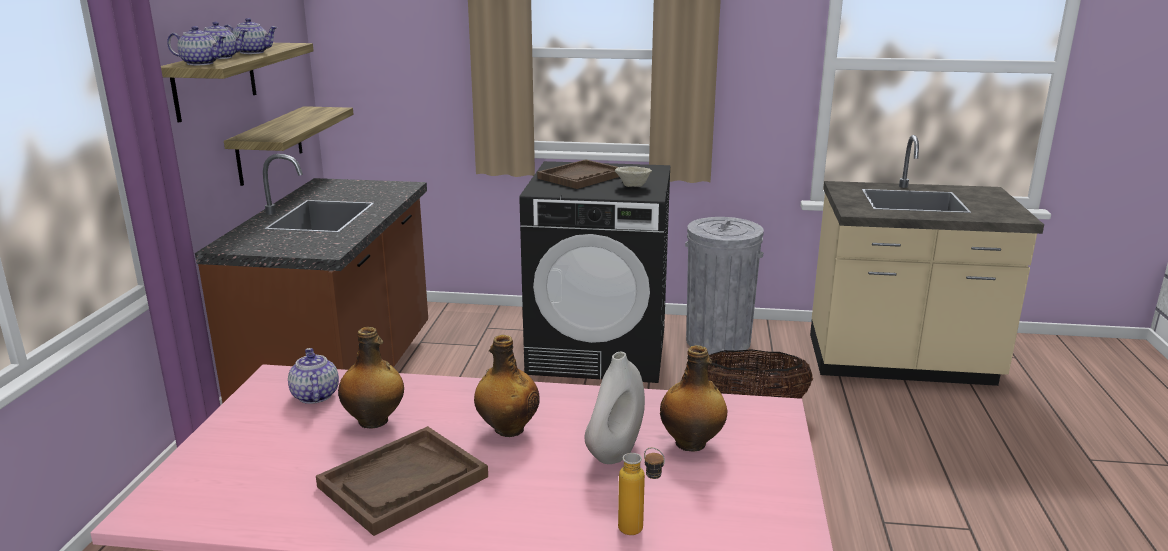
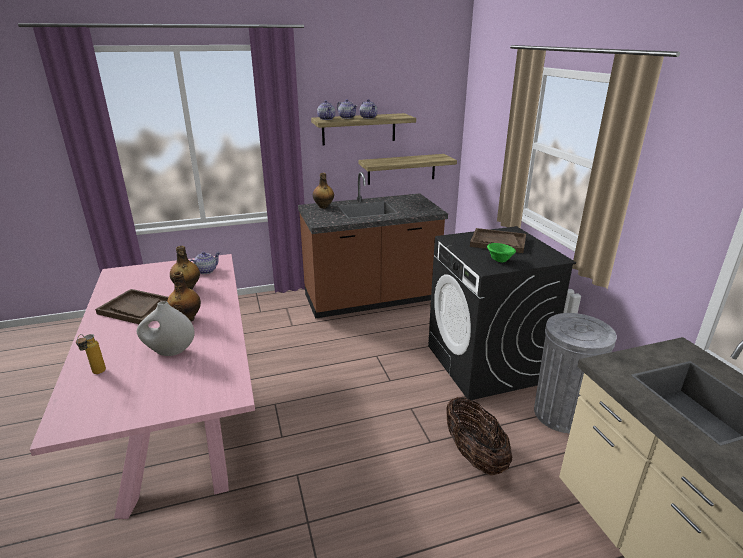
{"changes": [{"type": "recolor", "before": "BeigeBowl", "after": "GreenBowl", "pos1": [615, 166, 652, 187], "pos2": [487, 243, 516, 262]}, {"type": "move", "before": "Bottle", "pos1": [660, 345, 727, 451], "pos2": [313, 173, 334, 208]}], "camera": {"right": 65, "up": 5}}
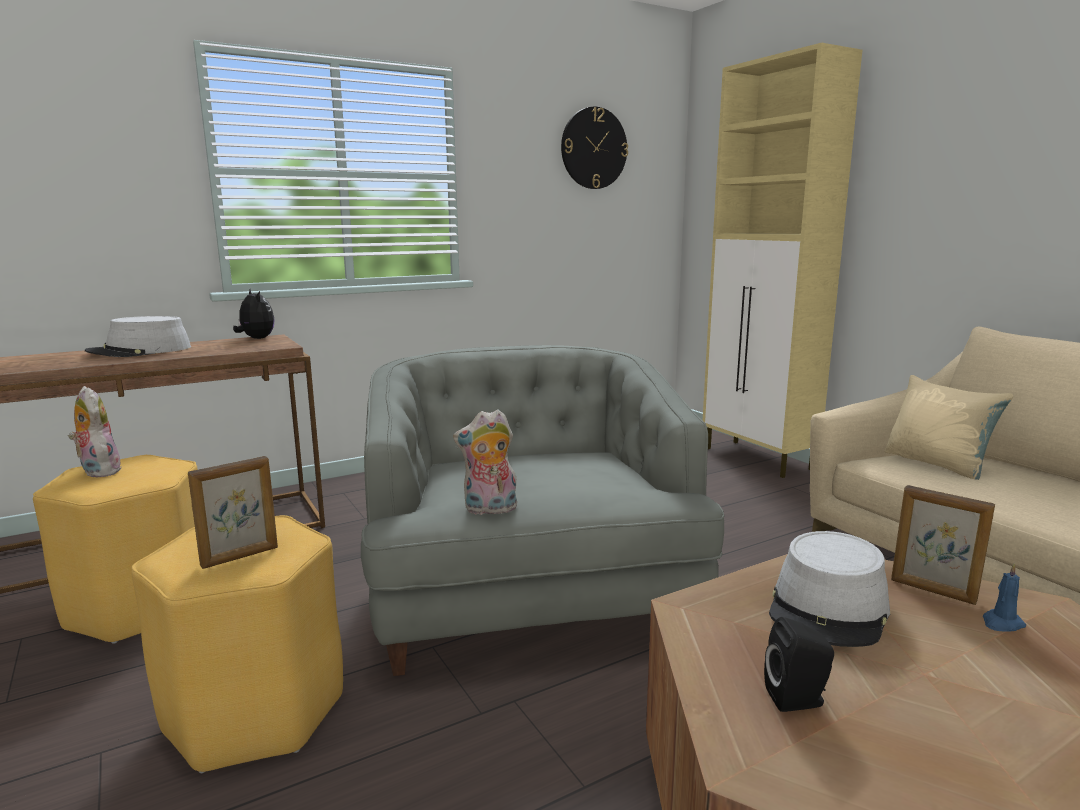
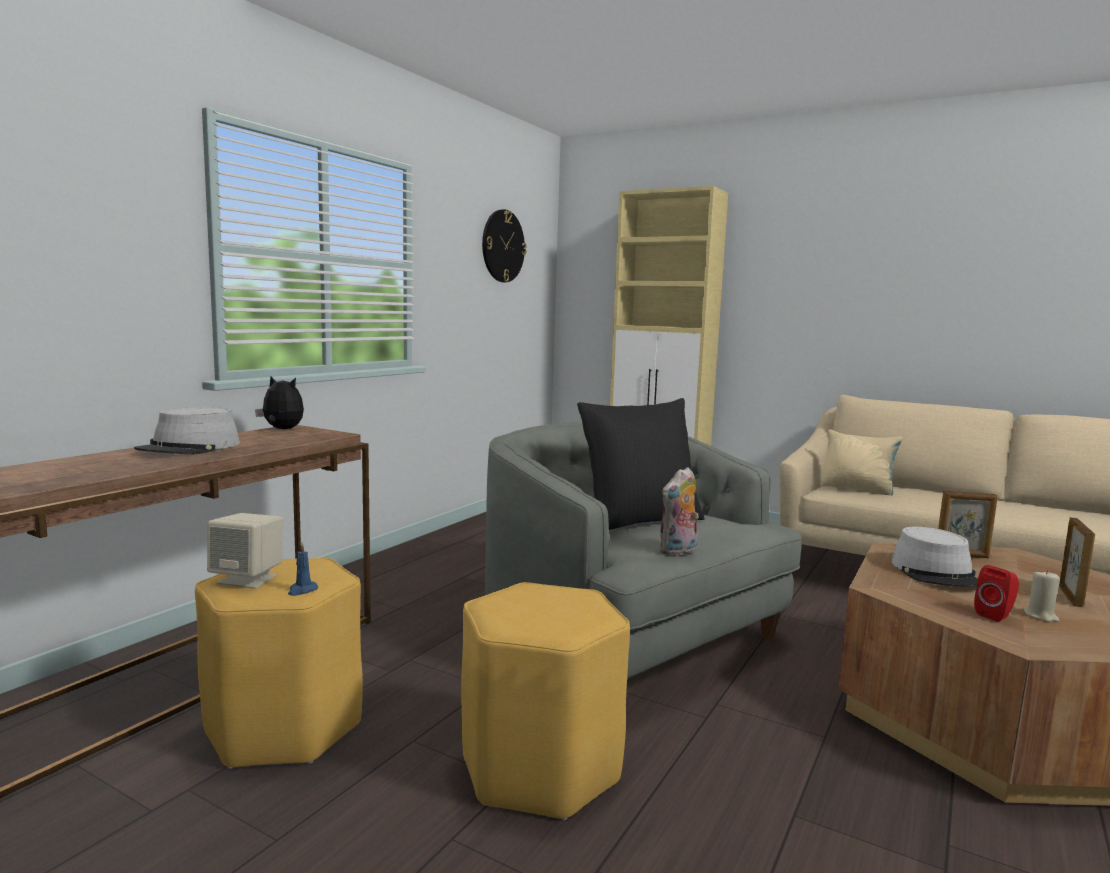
{"changes": [{"type": "replace", "before": "PlushToy", "after": "BeigeSpeaker", "pos1": [68, 386, 121, 478], "pos2": [207, 513, 283, 589]}, {"type": "move", "before": "PictureFrame", "pos1": [188, 456, 278, 569], "pos2": [1059, 517, 1095, 607]}, {"type": "move", "before": "BlueCandle", "pos1": [983, 563, 1026, 631], "pos2": [288, 542, 318, 596]}, {"type": "recolor", "before": "BlackSpeaker", "after": "RedSpeaker", "pos1": [764, 617, 834, 712], "pos2": [974, 565, 1019, 622]}, {"type": "insert", "after": "BlackPillow", "pos2": [577, 398, 705, 530]}, {"type": "insert", "after": "BeigeCandle", "pos2": [1024, 570, 1060, 622]}], "camera": {"right": -30, "up": -5}}
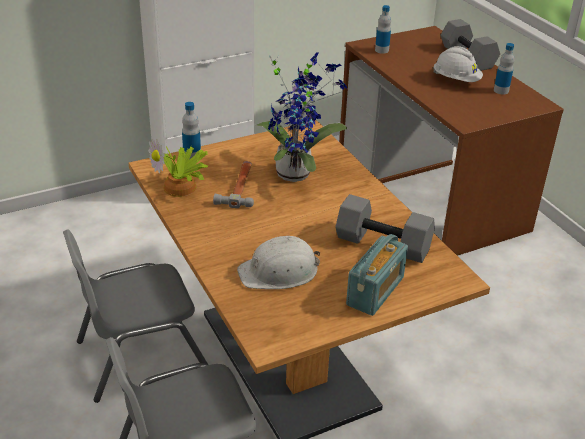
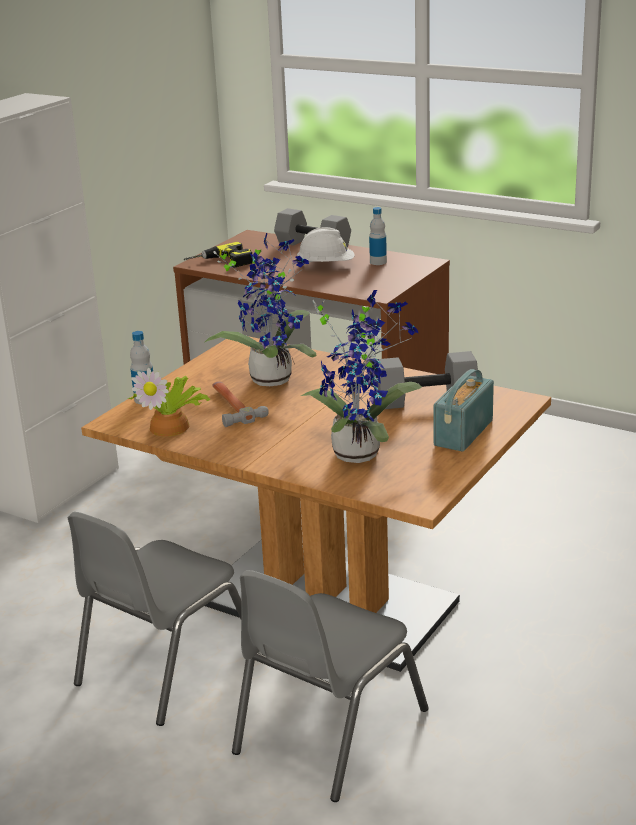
{"changes": [{"type": "replace", "before": "Bottle", "after": "PowerDrill", "pos1": [375, 5, 391, 54], "pos2": [183, 242, 253, 268]}, {"type": "rotate", "before": "Radio", "pos1": [346, 234, 408, 316], "pos2": [434, 369, 494, 452], "turn": -150}, {"type": "replace", "before": "WhiteHardHat", "after": "PottedPlant", "pos1": [237, 236, 320, 289], "pos2": [301, 290, 422, 463]}], "camera": {"right": -30, "up": -10}}
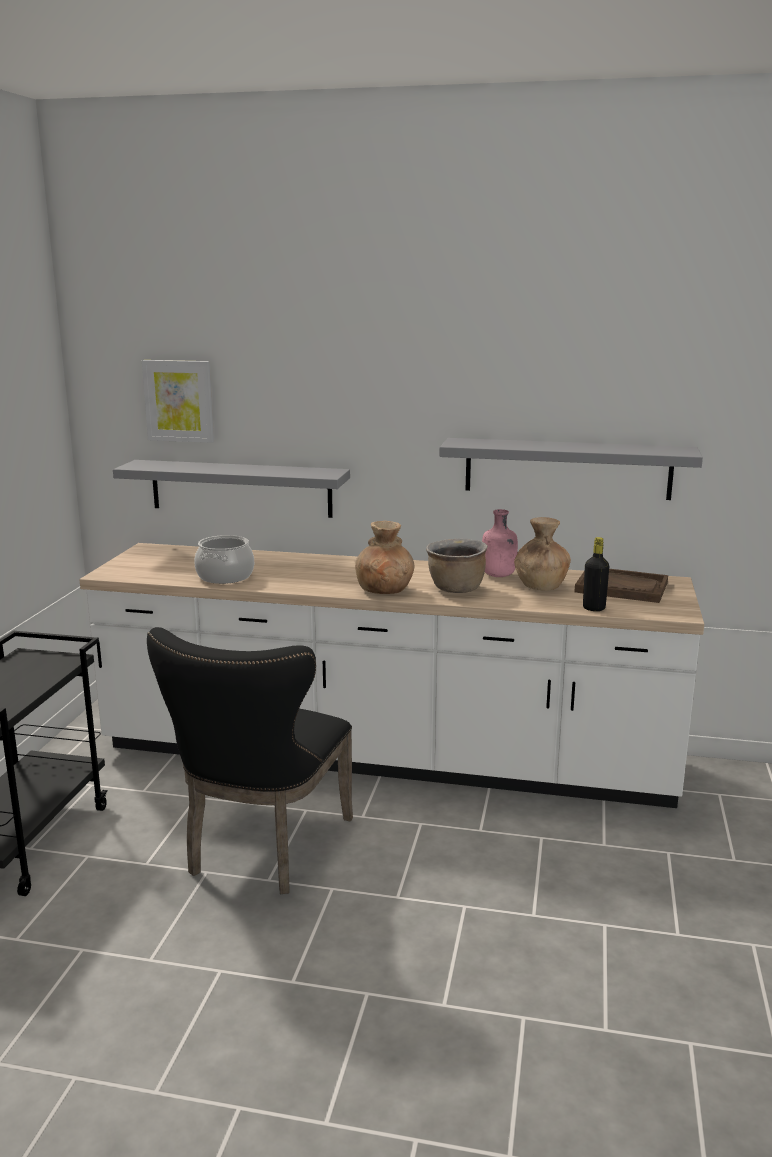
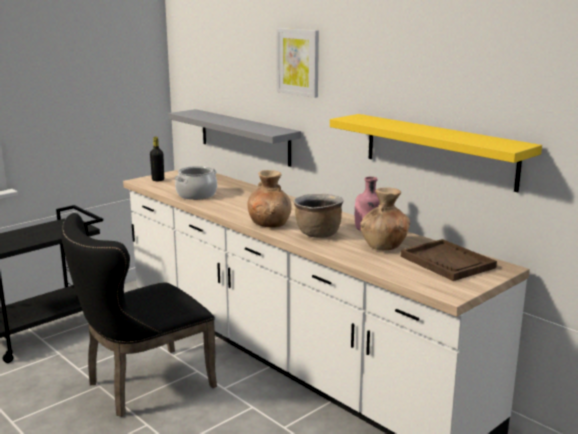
{"changes": [{"type": "move", "before": "Picture", "pos1": [142, 360, 214, 443], "pos2": [276, 28, 319, 98]}, {"type": "recolor", "before": "GreyShelf", "after": "YellowShelf", "pos1": [439, 438, 703, 500], "pos2": [330, 114, 542, 192]}, {"type": "move", "before": "BlackBottle", "pos1": [583, 537, 609, 611], "pos2": [150, 137, 164, 181]}], "camera": {"right": 35, "up": 0}}
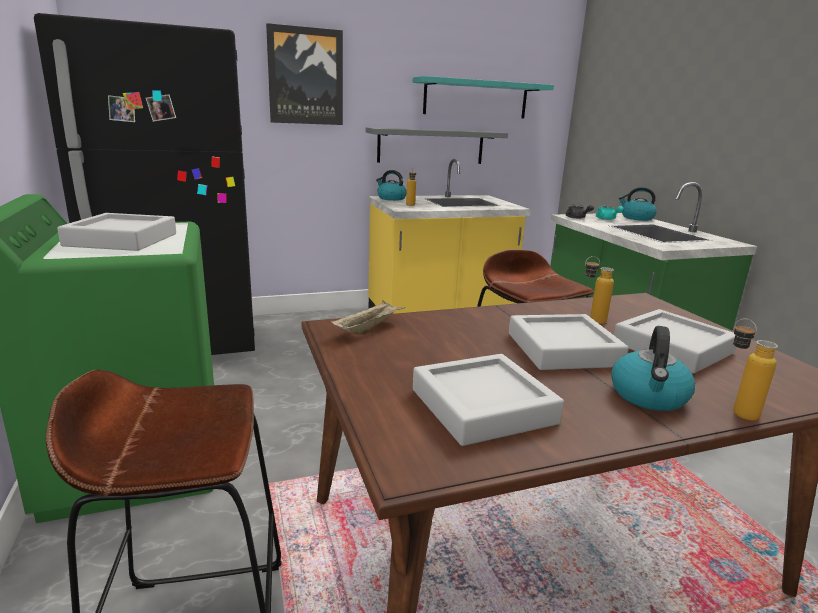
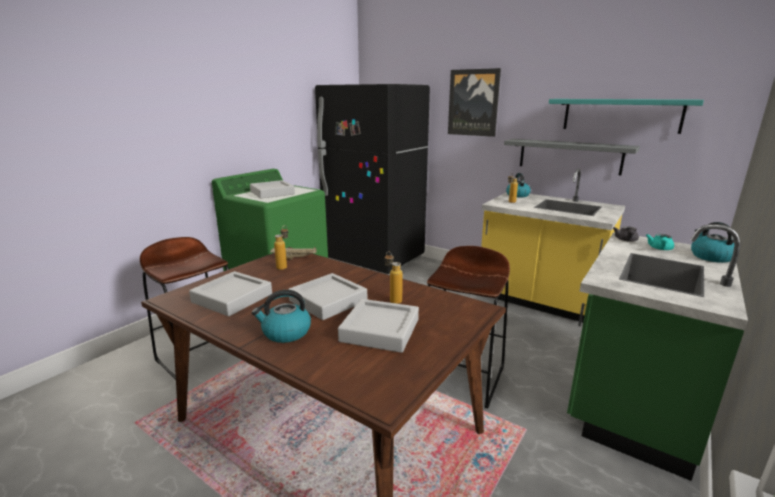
{"changes": [{"type": "move", "before": "Bottle", "pos1": [733, 318, 778, 421], "pos2": [274, 225, 288, 270]}], "camera": {"right": 55, "up": 0}}
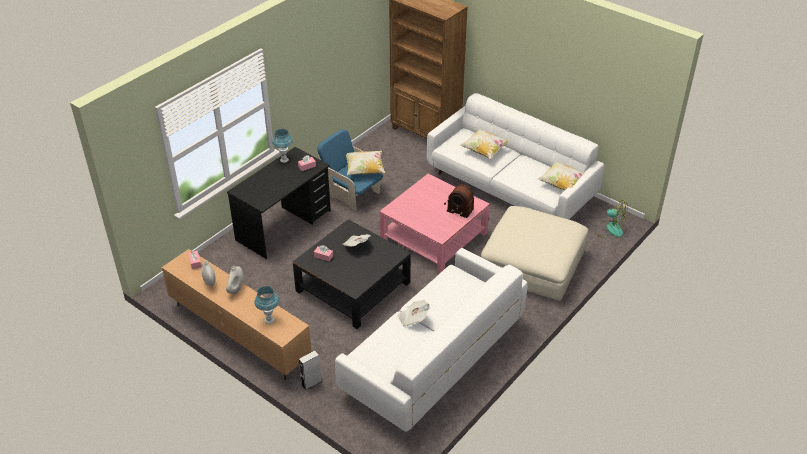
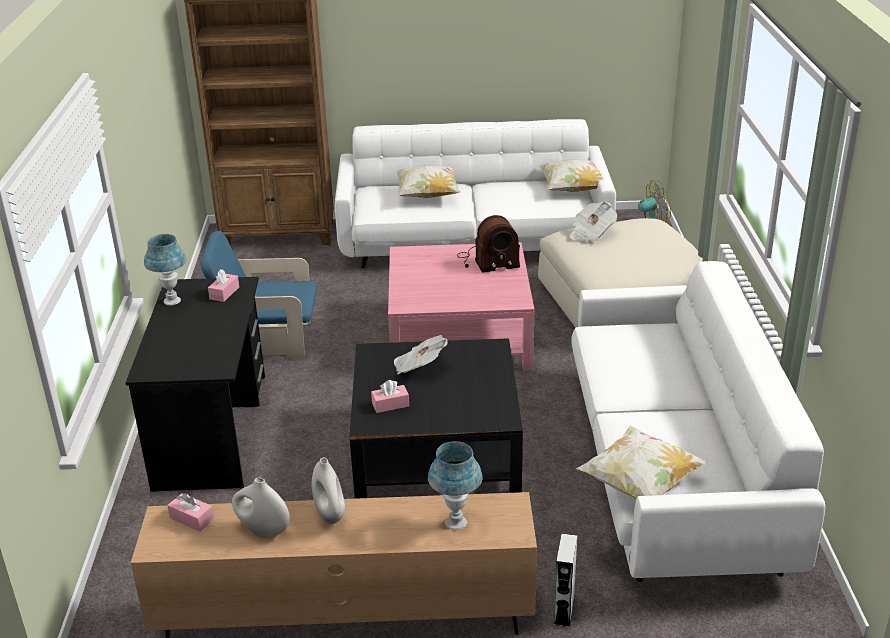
{"changes": [{"type": "move", "before": "Pillow", "pos1": [346, 151, 385, 175], "pos2": [576, 426, 707, 499]}, {"type": "move", "before": "Newspaper", "pos1": [398, 300, 430, 326], "pos2": [570, 202, 617, 242]}], "camera": {"right": -40, "up": -10}}
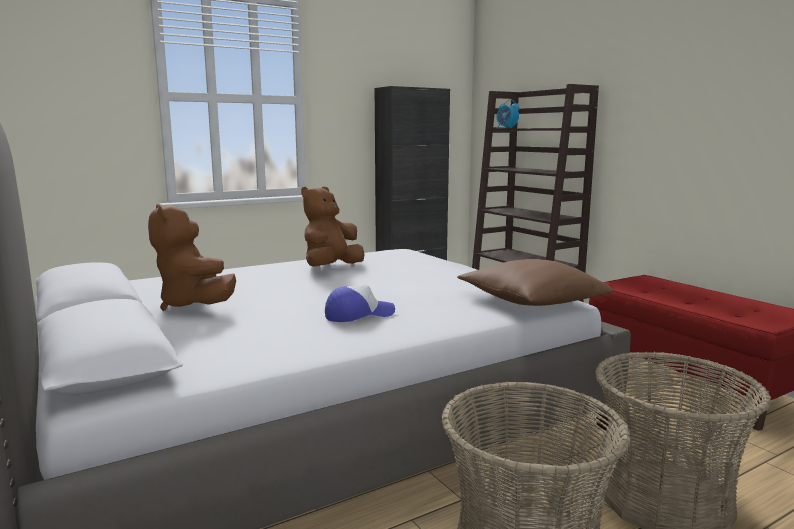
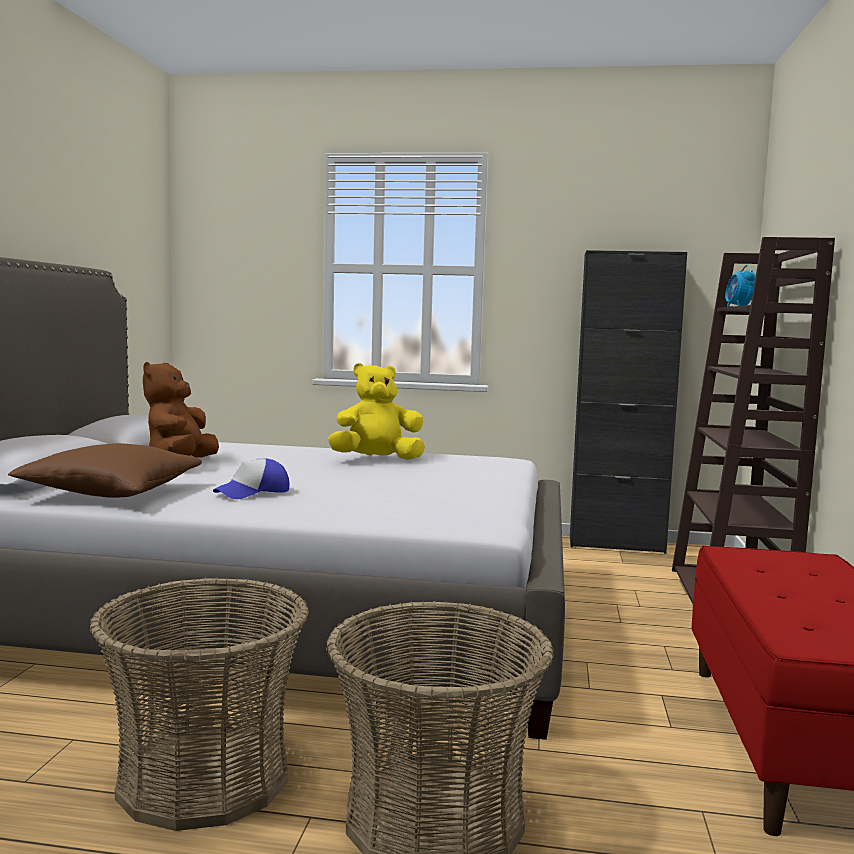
{"changes": [{"type": "recolor", "before": "BrownPlushToy", "after": "YellowPlushToy", "pos1": [301, 186, 364, 267], "pos2": [328, 363, 425, 460]}, {"type": "move", "before": "BrownPillow", "pos1": [457, 259, 614, 306], "pos2": [8, 443, 202, 498]}, {"type": "rotate", "before": "Cap", "pos1": [325, 286, 395, 322], "pos2": [213, 458, 290, 499], "turn": 120}], "camera": {"right": 40, "up": -5}}
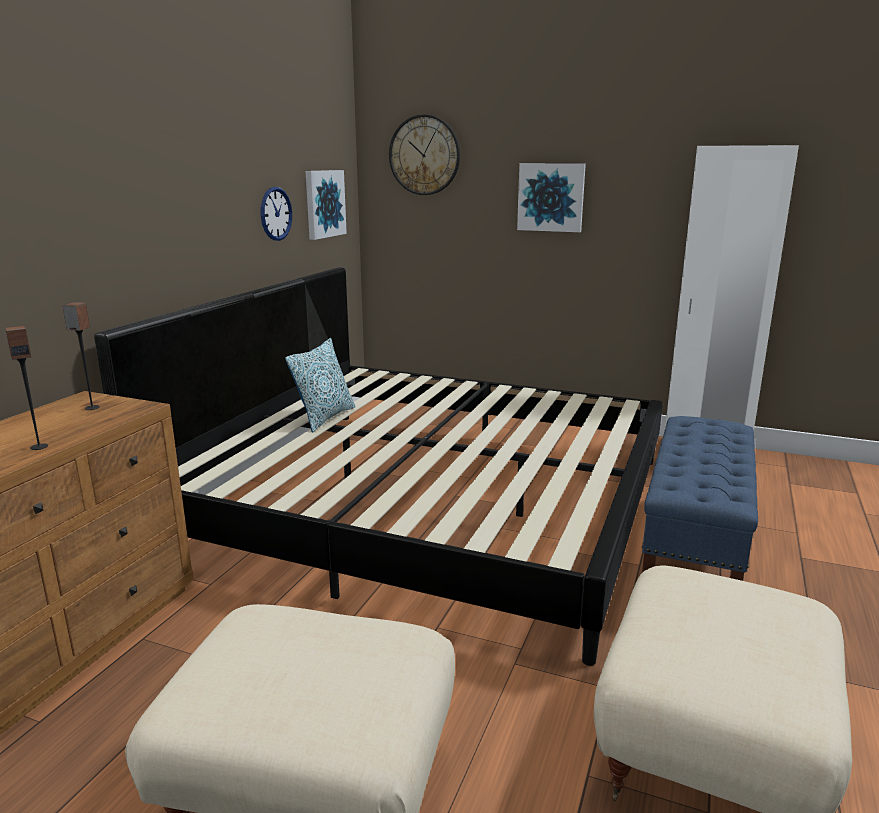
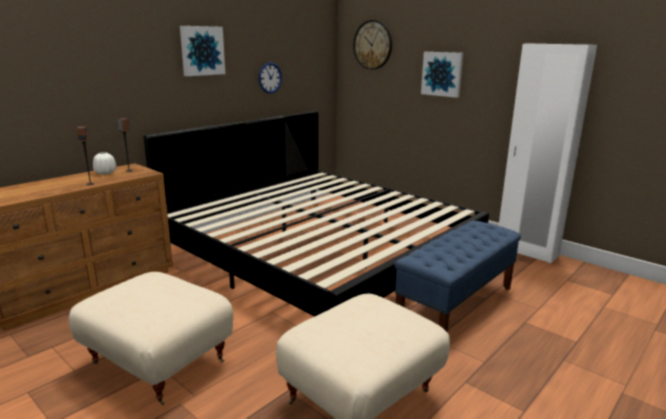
{"changes": [{"type": "move", "before": "Picture", "pos1": [306, 170, 347, 240], "pos2": [180, 26, 225, 76]}, {"type": "delete", "before": "Pillow", "pos1": [285, 338, 356, 433]}, {"type": "insert", "after": "WhiteVase", "pos2": [93, 152, 116, 174]}], "camera": {"right": 20, "up": 0}}
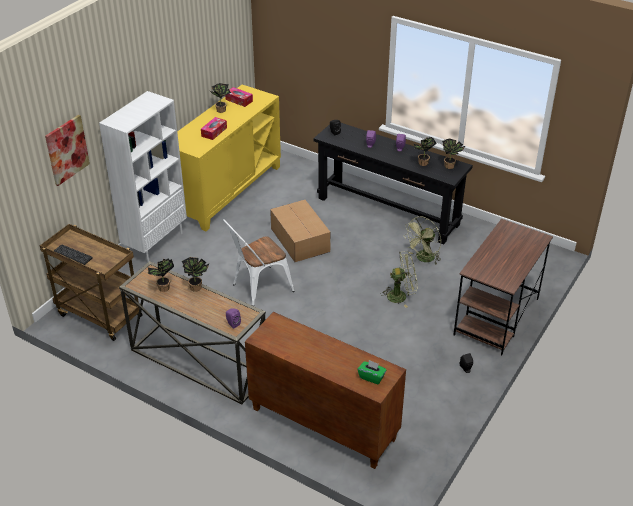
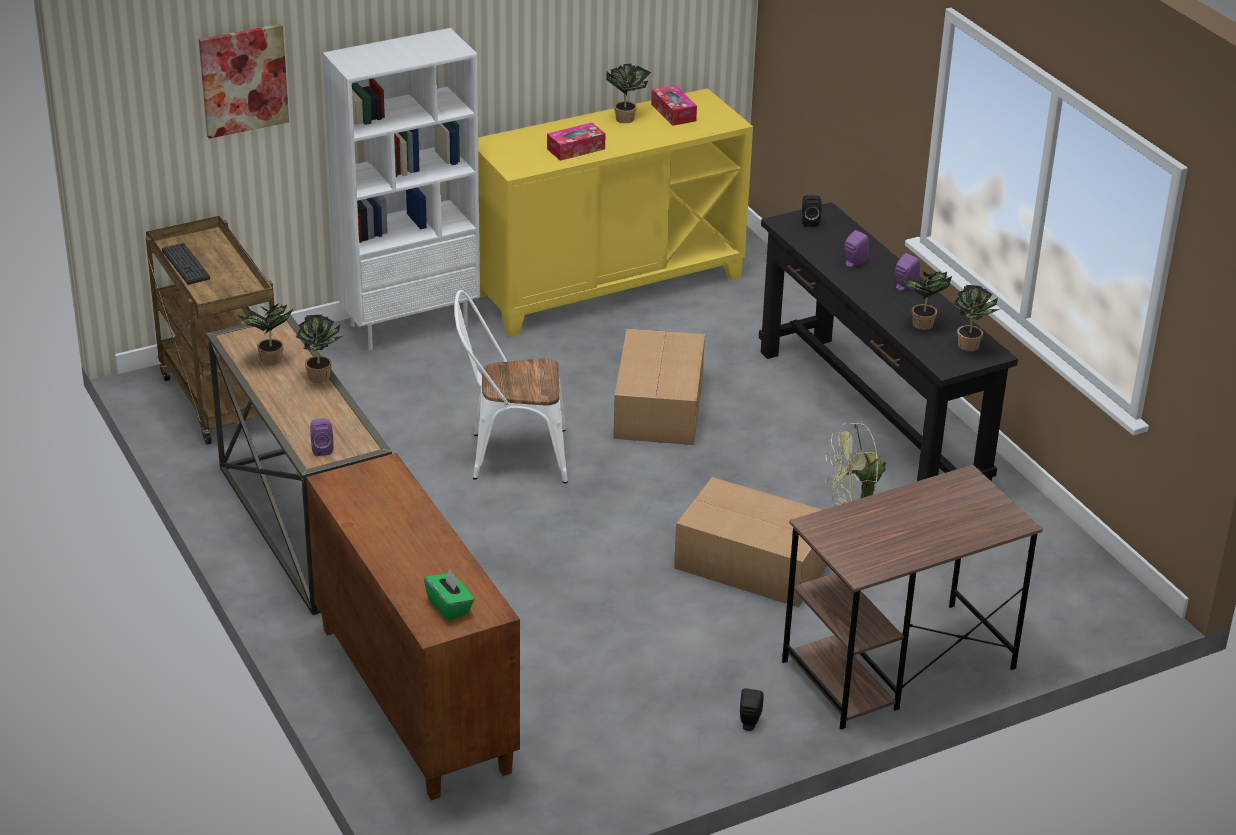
{"changes": [{"type": "replace", "before": "GreenFan", "after": "CardboardBox", "pos1": [382, 251, 417, 308], "pos2": [674, 477, 827, 607]}], "camera": {"right": 30, "up": -5}}
